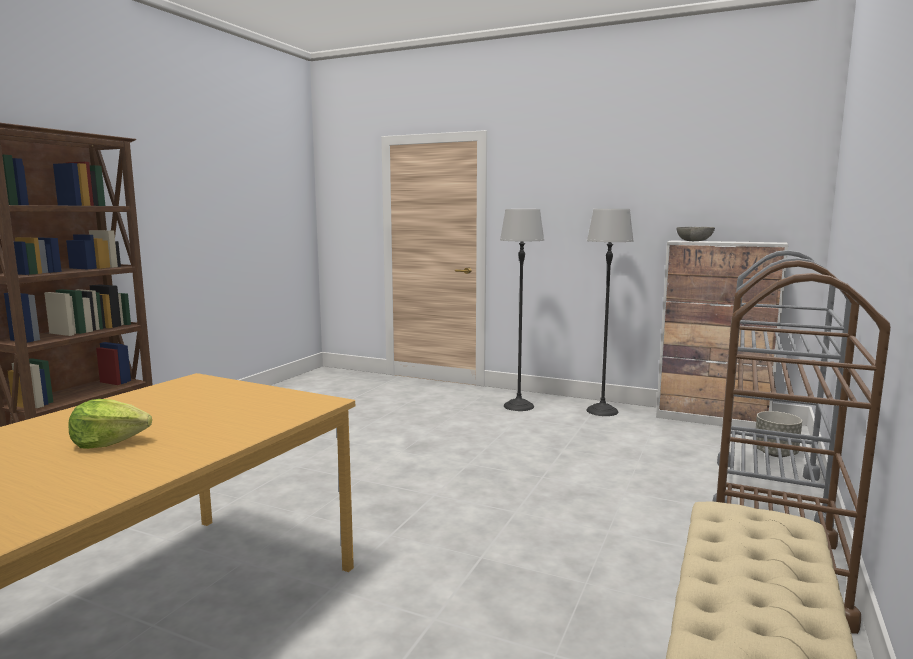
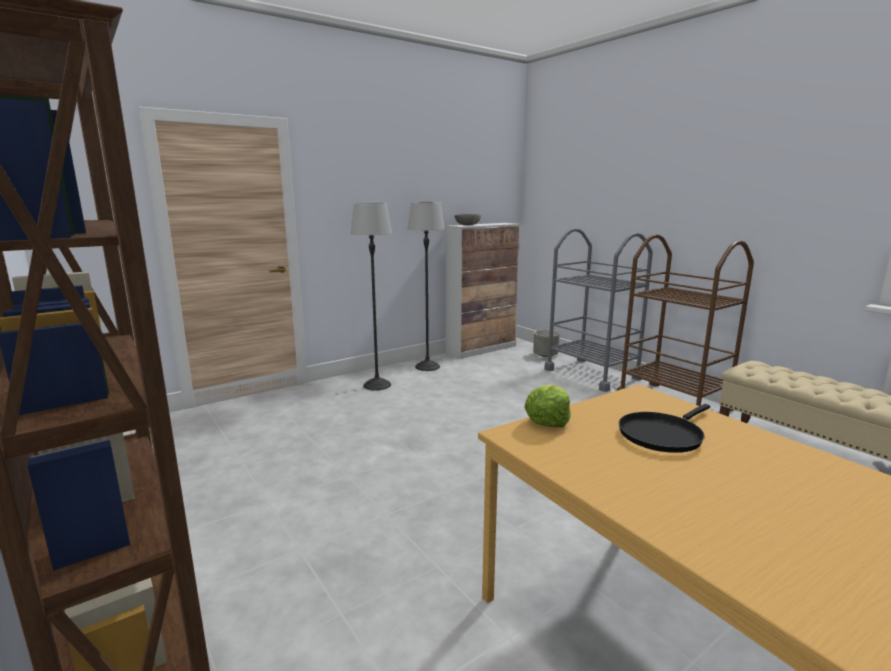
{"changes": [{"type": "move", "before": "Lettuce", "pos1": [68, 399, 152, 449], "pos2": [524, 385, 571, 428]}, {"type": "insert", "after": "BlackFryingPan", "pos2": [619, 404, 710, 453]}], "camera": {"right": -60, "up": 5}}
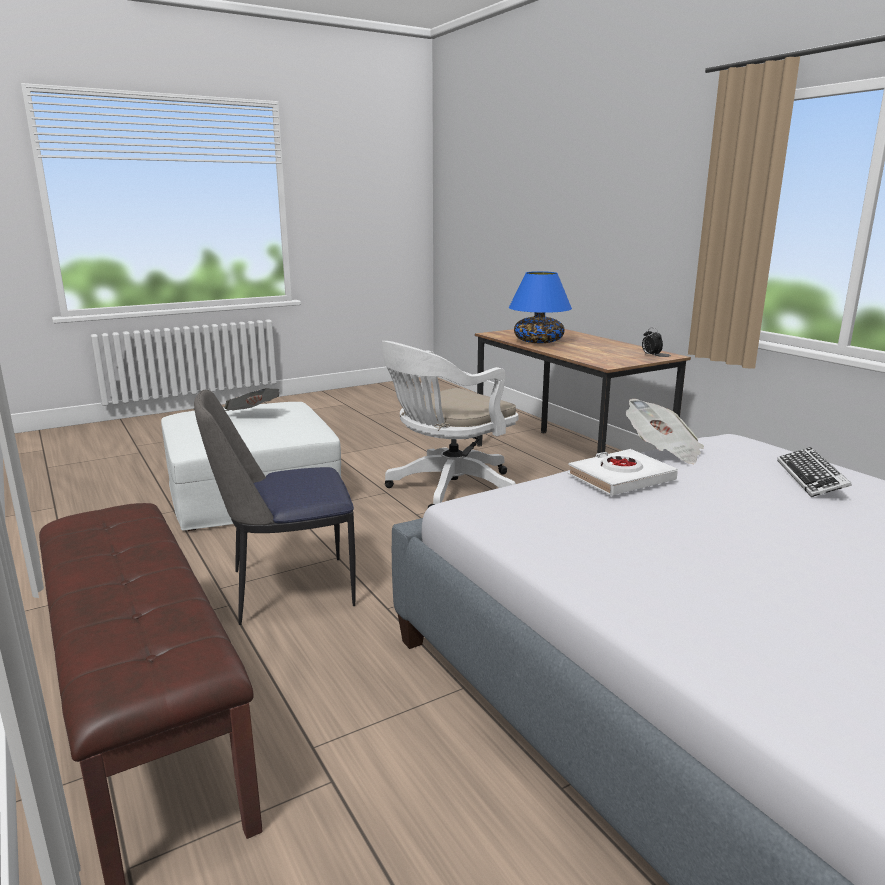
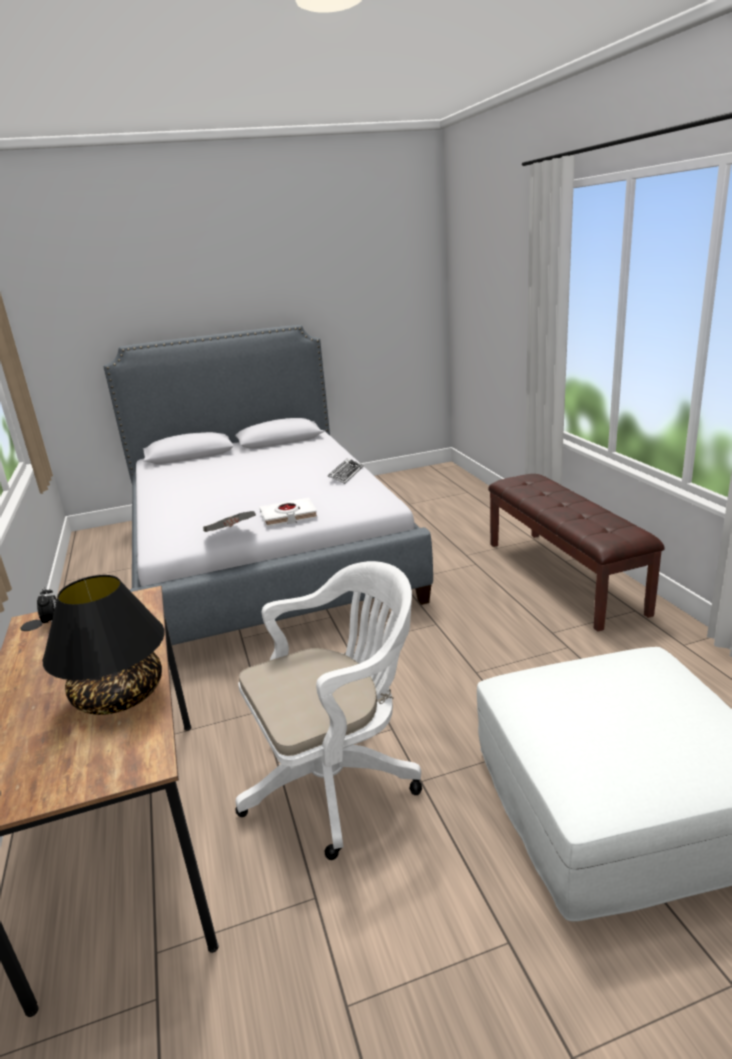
{"changes": [{"type": "recolor", "before": "BlueTableLamp", "after": "BlackTableLamp", "pos1": [509, 271, 572, 343], "pos2": [43, 575, 165, 715]}, {"type": "delete", "before": "Newspaper", "pos1": [224, 388, 279, 411]}, {"type": "delete", "before": "Chair", "pos1": [194, 389, 356, 625]}, {"type": "move", "before": "Keyboard", "pos1": [777, 447, 852, 497], "pos2": [328, 458, 364, 484]}], "camera": {"right": -165, "up": 5}}
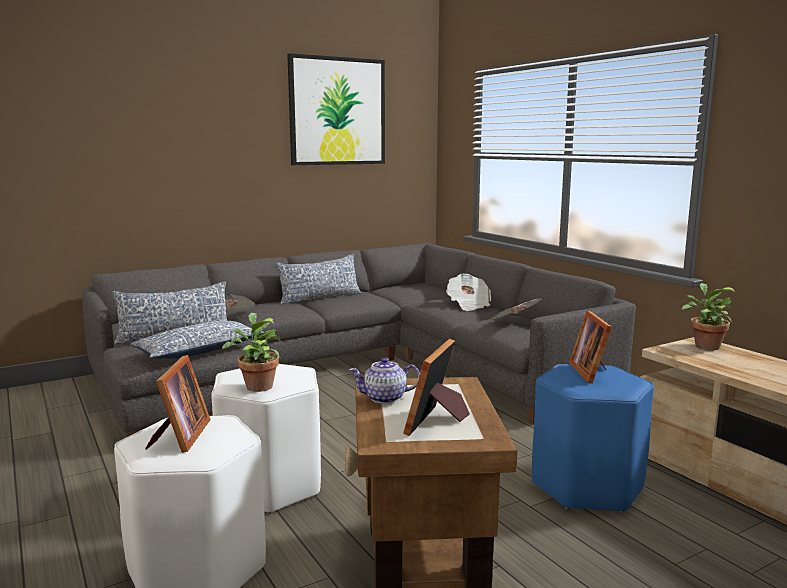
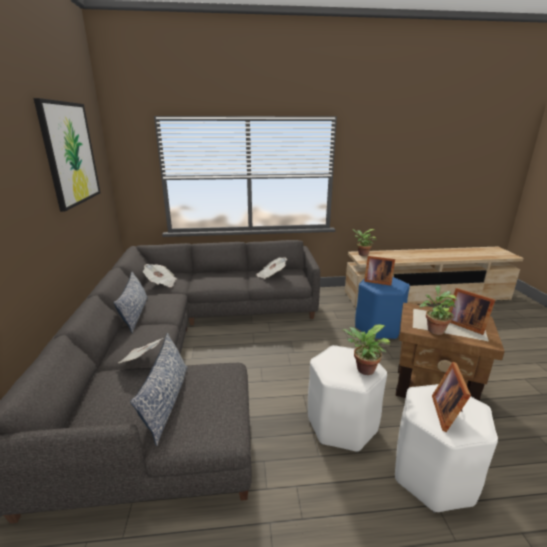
{"changes": [{"type": "move", "before": "Newspaper", "pos1": [446, 274, 491, 311], "pos2": [143, 264, 177, 287]}, {"type": "delete", "before": "Pillow", "pos1": [130, 321, 264, 359]}, {"type": "rotate", "before": "PictureFrame", "pos1": [145, 355, 211, 453], "pos2": [432, 362, 471, 432], "turn": -105}, {"type": "replace", "before": "Teapot", "after": "PottedPlant", "pos1": [349, 357, 420, 404], "pos2": [420, 285, 457, 335]}], "camera": {"right": -65, "up": 10}}
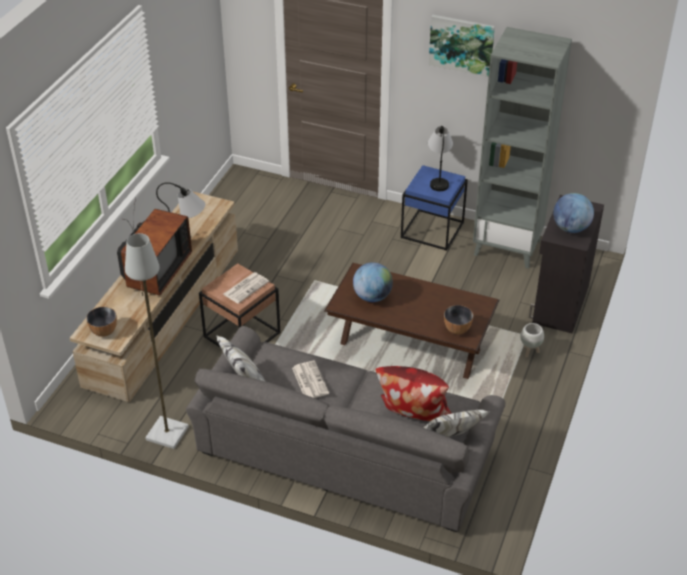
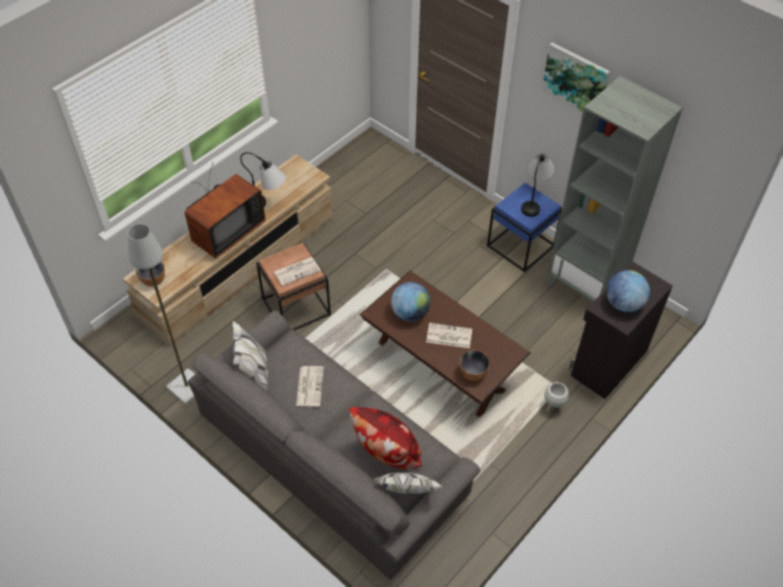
{"changes": [{"type": "insert", "after": "Newspaper", "pos2": [426, 323, 472, 348]}], "camera": {"right": 20, "up": 10}}
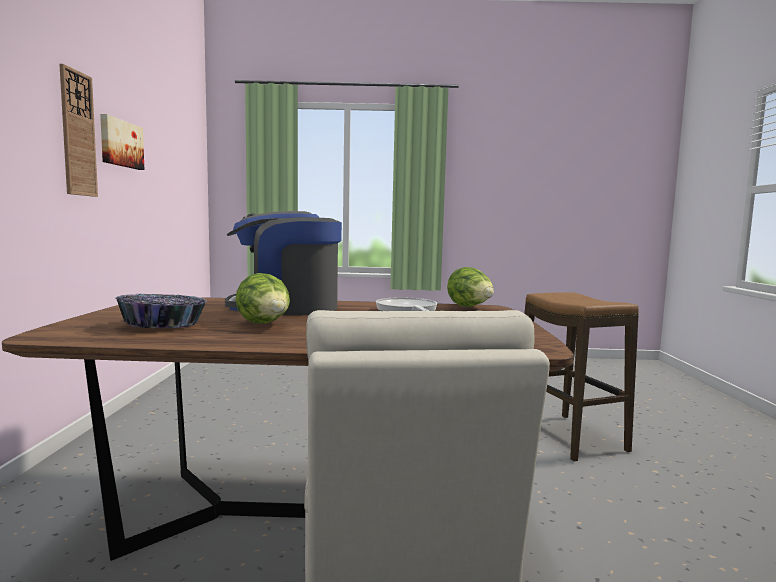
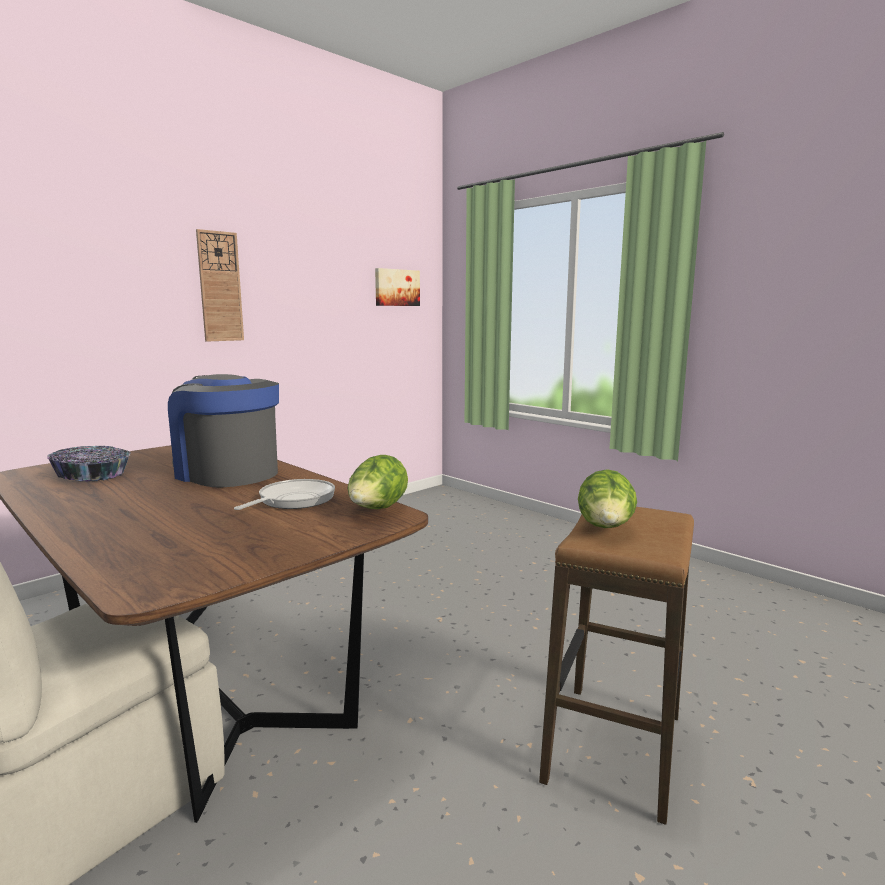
{"changes": [{"type": "move", "before": "Picture", "pos1": [100, 114, 144, 170], "pos2": [375, 268, 420, 306]}, {"type": "move", "before": "Lettuce", "pos1": [235, 273, 290, 324], "pos2": [578, 469, 637, 528]}], "camera": {"right": 45, "up": 5}}
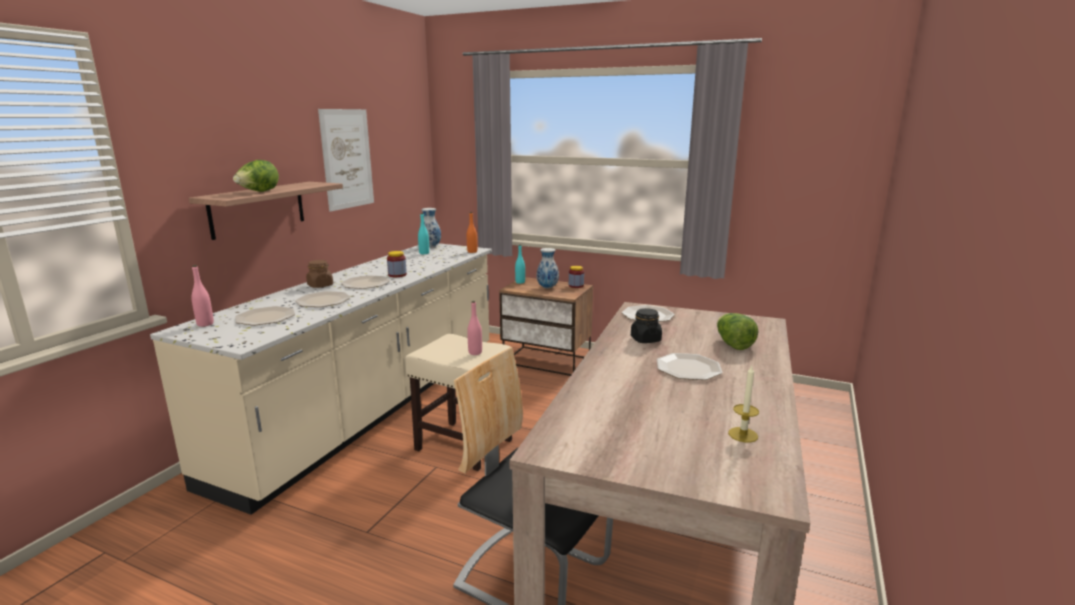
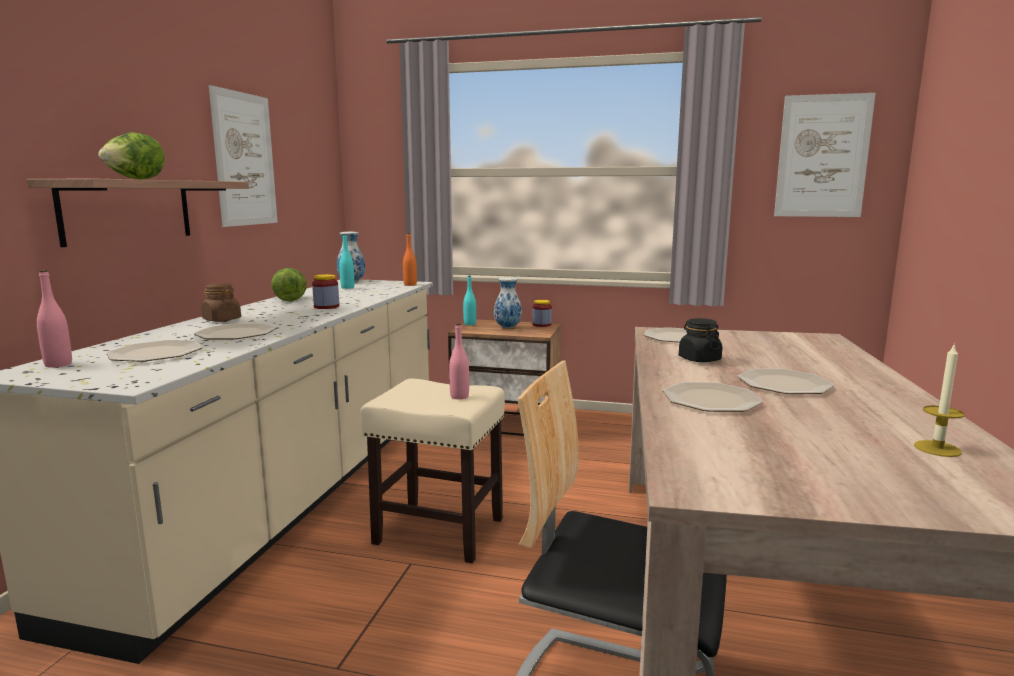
{"changes": [{"type": "move", "before": "Plate", "pos1": [341, 275, 390, 289], "pos2": [663, 382, 763, 412]}, {"type": "move", "before": "Lettuce", "pos1": [717, 313, 758, 350], "pos2": [272, 268, 307, 301]}, {"type": "insert", "after": "Picture", "pos2": [774, 93, 876, 217]}], "camera": {"right": -10, "up": -5}}
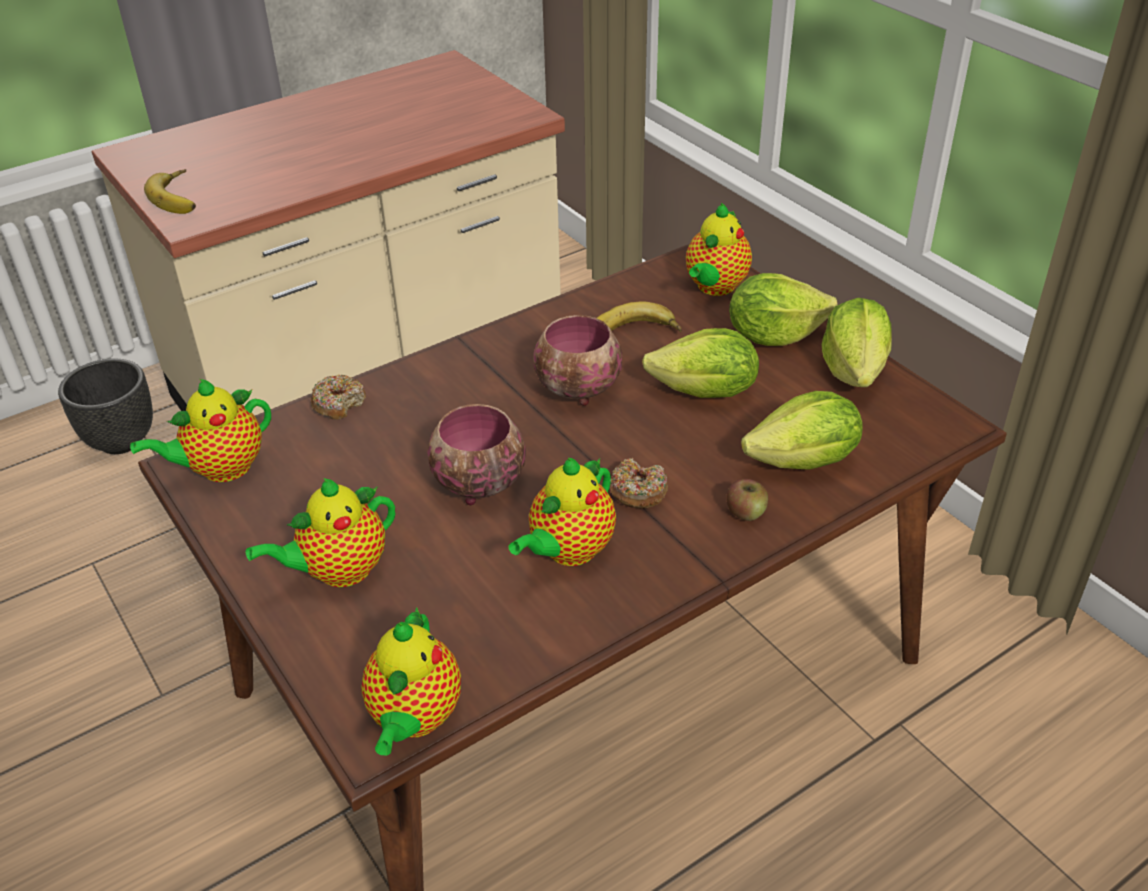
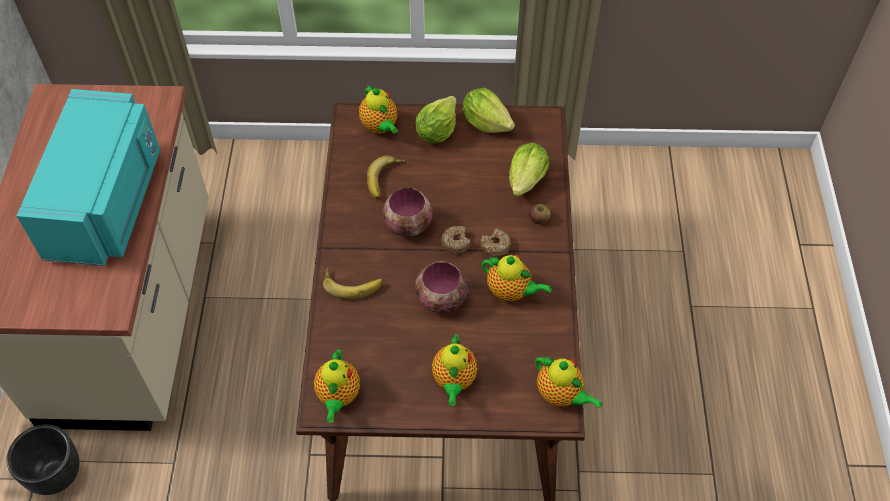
{"changes": [{"type": "move", "before": "Banana", "pos1": [144, 169, 196, 214], "pos2": [323, 268, 382, 299]}, {"type": "delete", "before": "Lettuce", "pos1": [642, 328, 759, 398]}, {"type": "move", "before": "Donut", "pos1": [311, 375, 366, 420], "pos2": [441, 226, 471, 254]}, {"type": "rotate", "before": "Teapot", "pos1": [509, 458, 616, 566], "pos2": [482, 254, 552, 301], "turn": -45}, {"type": "insert", "after": "TurquoiseMicrowave", "pos2": [17, 89, 160, 266]}], "camera": {"right": -55, "up": 15}}
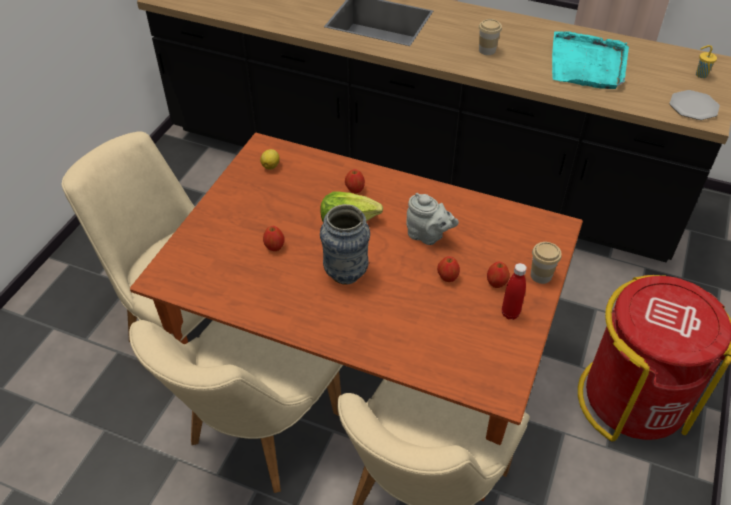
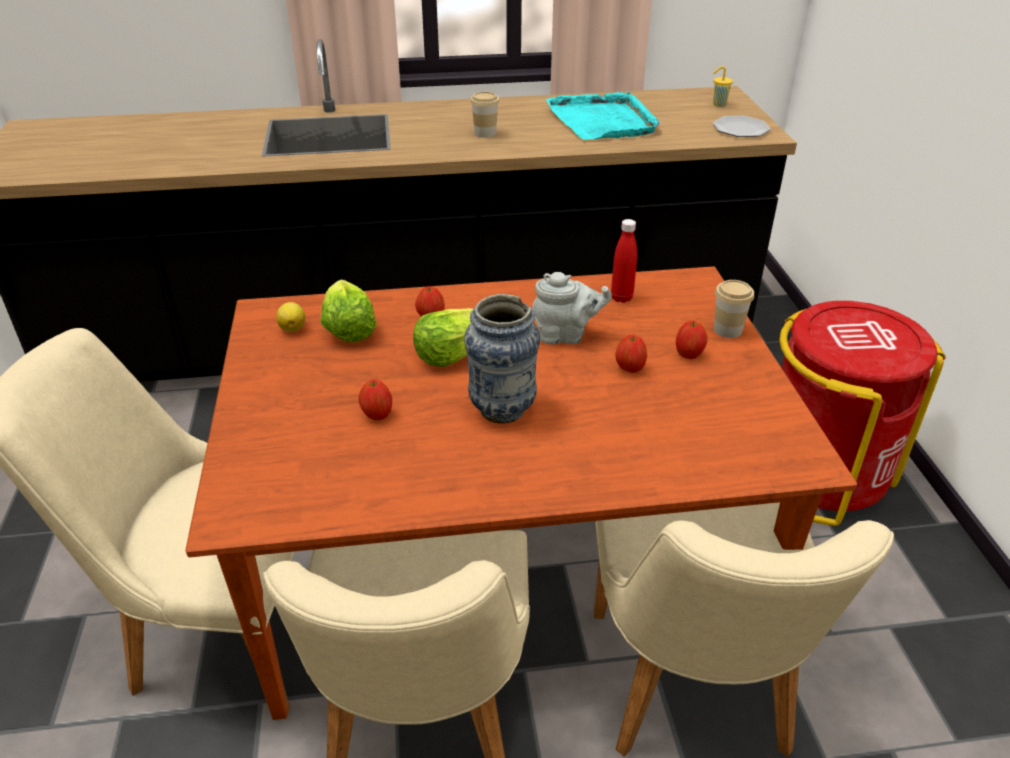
{"changes": [{"type": "move", "before": "RedBottle", "pos1": [502, 263, 527, 320], "pos2": [611, 219, 637, 303]}, {"type": "insert", "after": "Lettuce", "pos2": [320, 280, 377, 342]}], "camera": {"right": -30, "up": -10}}
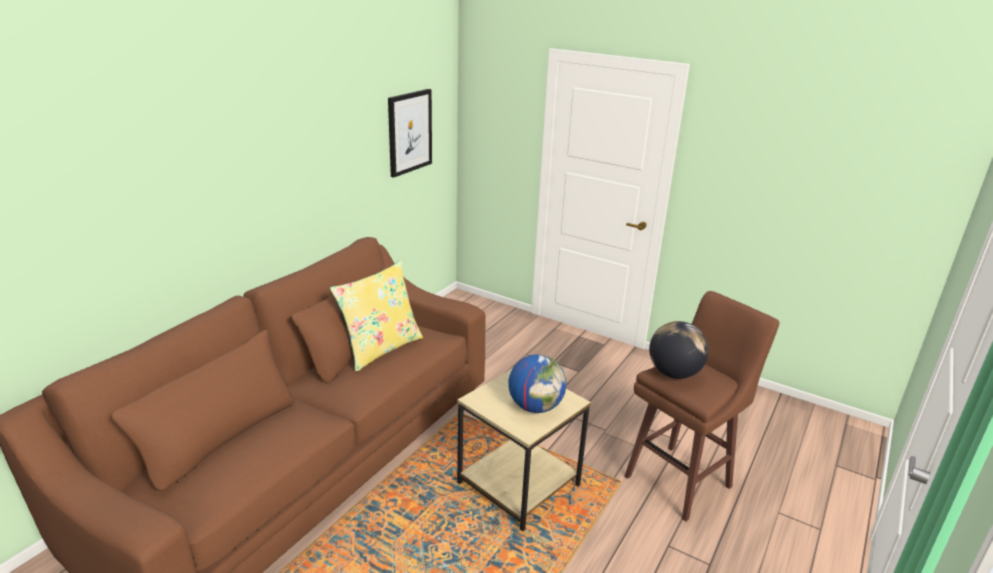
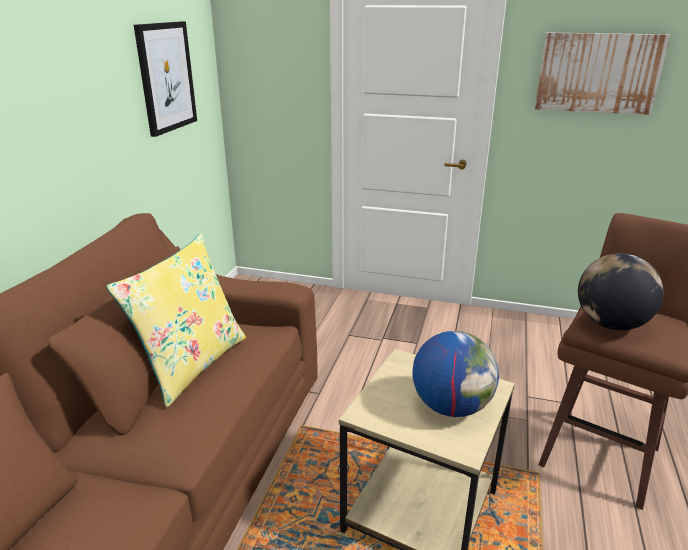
{"changes": [{"type": "insert", "after": "Picture", "pos2": [535, 33, 670, 115]}], "camera": {"right": -15, "up": 0}}
